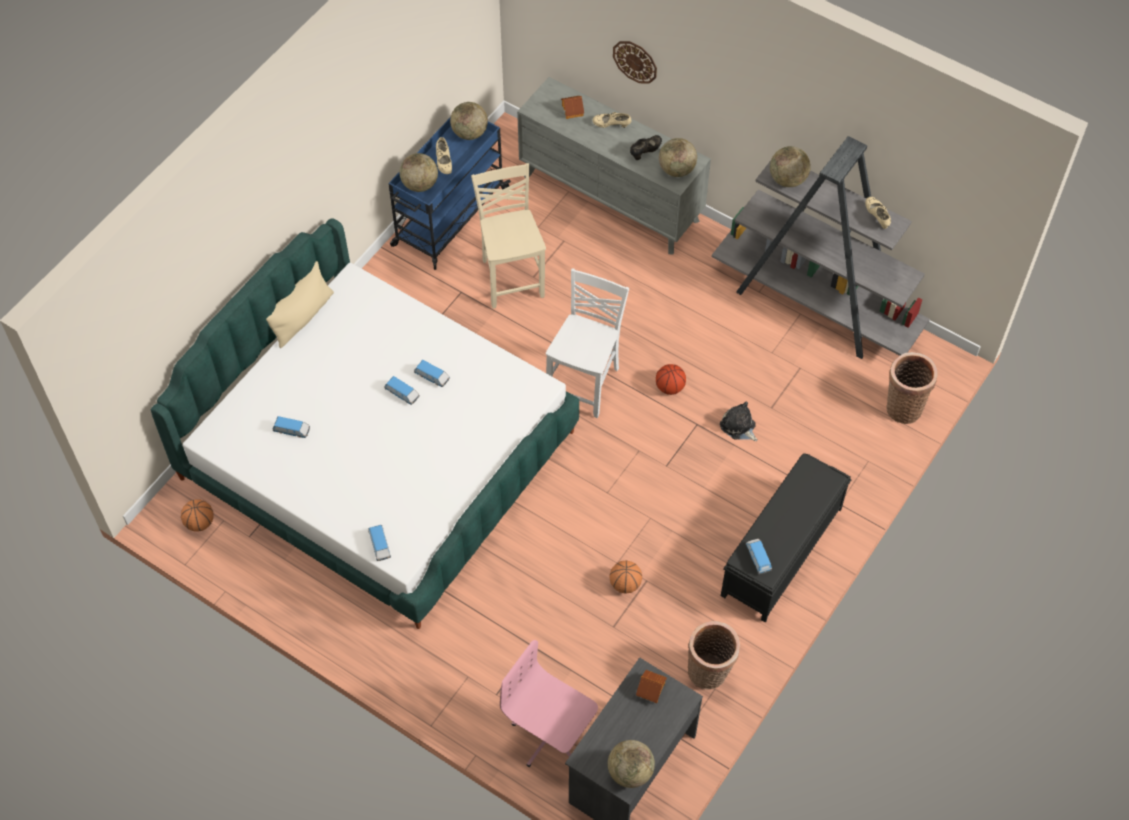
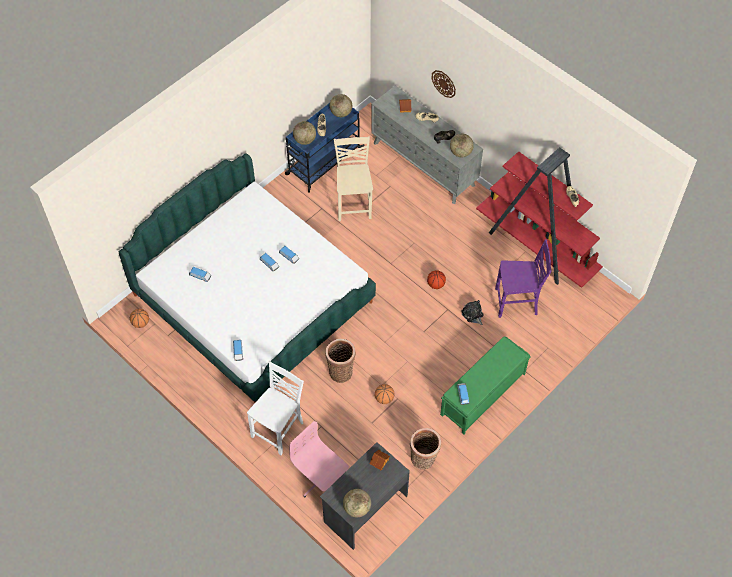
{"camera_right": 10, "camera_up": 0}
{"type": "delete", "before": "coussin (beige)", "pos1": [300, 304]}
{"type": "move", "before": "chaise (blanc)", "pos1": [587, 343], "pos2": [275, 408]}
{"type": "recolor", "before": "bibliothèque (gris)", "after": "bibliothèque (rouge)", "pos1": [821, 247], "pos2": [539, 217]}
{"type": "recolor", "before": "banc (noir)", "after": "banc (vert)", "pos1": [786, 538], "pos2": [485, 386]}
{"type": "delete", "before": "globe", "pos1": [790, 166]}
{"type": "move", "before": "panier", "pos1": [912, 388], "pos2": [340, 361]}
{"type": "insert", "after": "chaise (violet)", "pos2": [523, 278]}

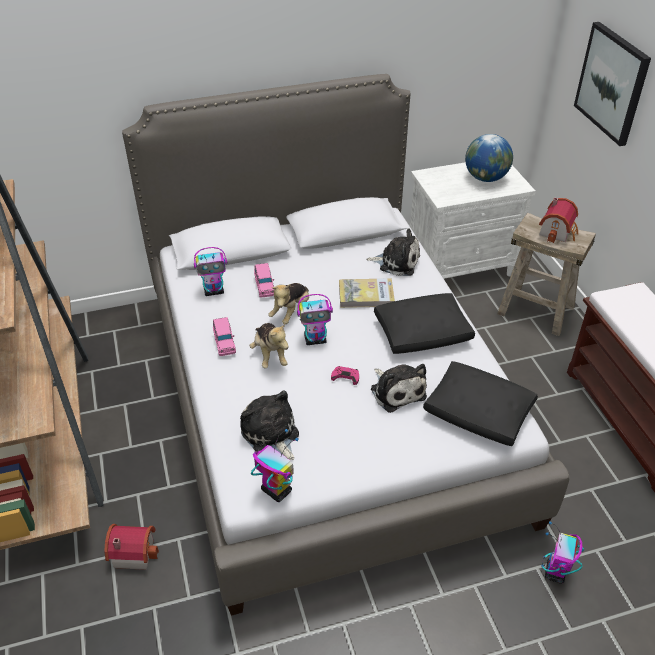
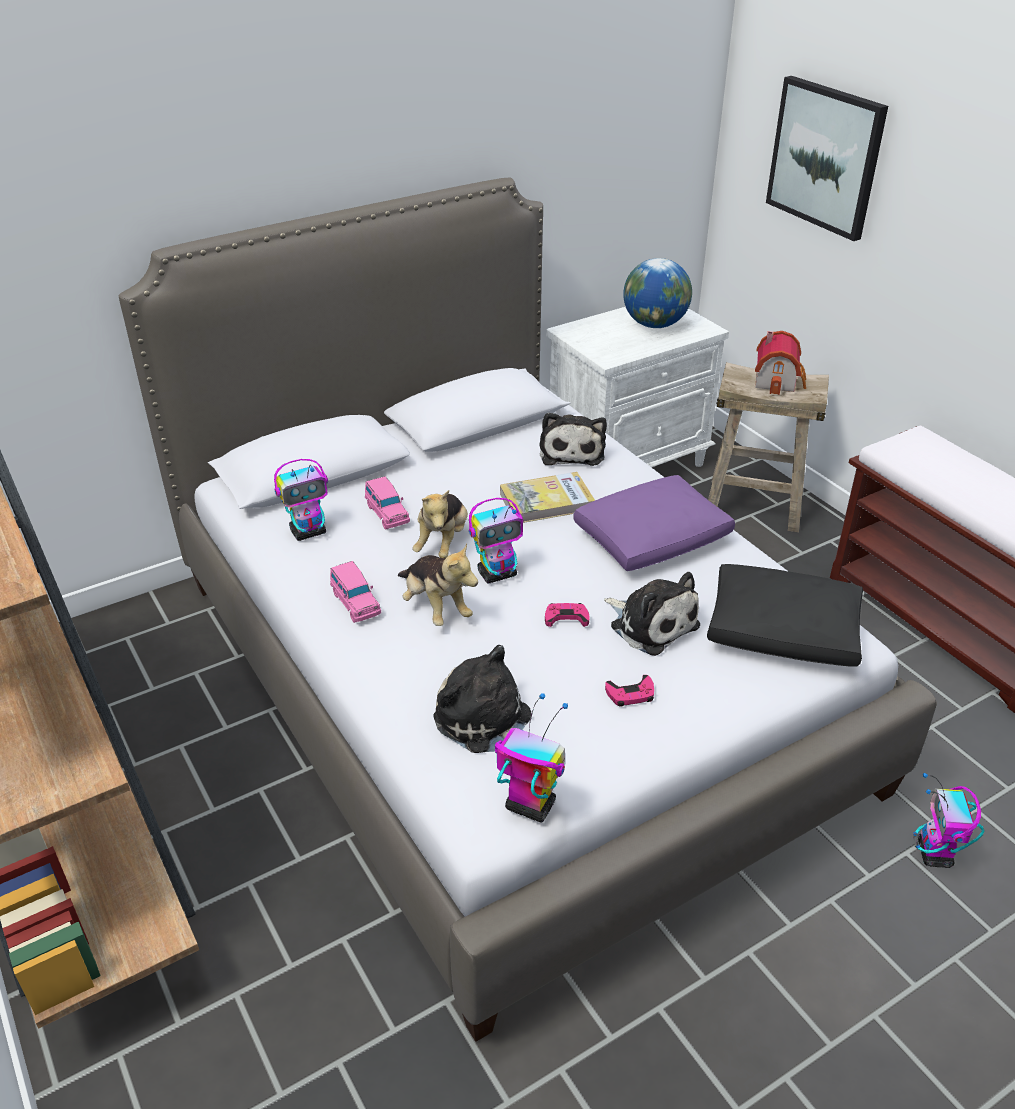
{"camera_right": -15, "camera_up": -5}
{"type": "delete", "before": "maison miniature", "pos1": [131, 547]}
{"type": "rotate", "before": "peluche", "pos1": [393, 252], "pos2": [573, 439], "turn": 90}
{"type": "recolor", "before": "coussin (noir)", "after": "coussin (violet)", "pos1": [424, 323], "pos2": [654, 523]}
{"type": "insert", "after": "manette (rose)", "pos2": [629, 691]}

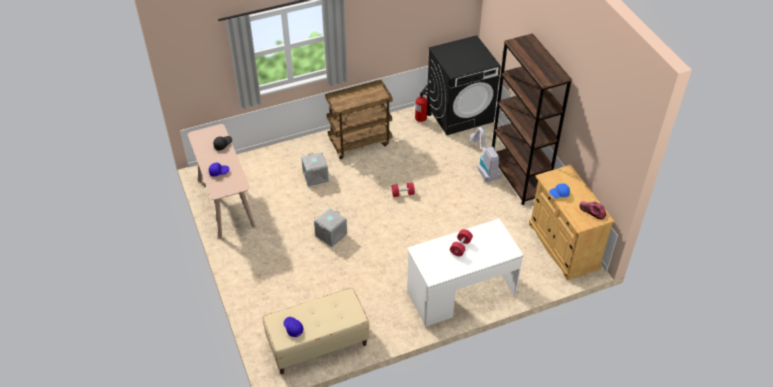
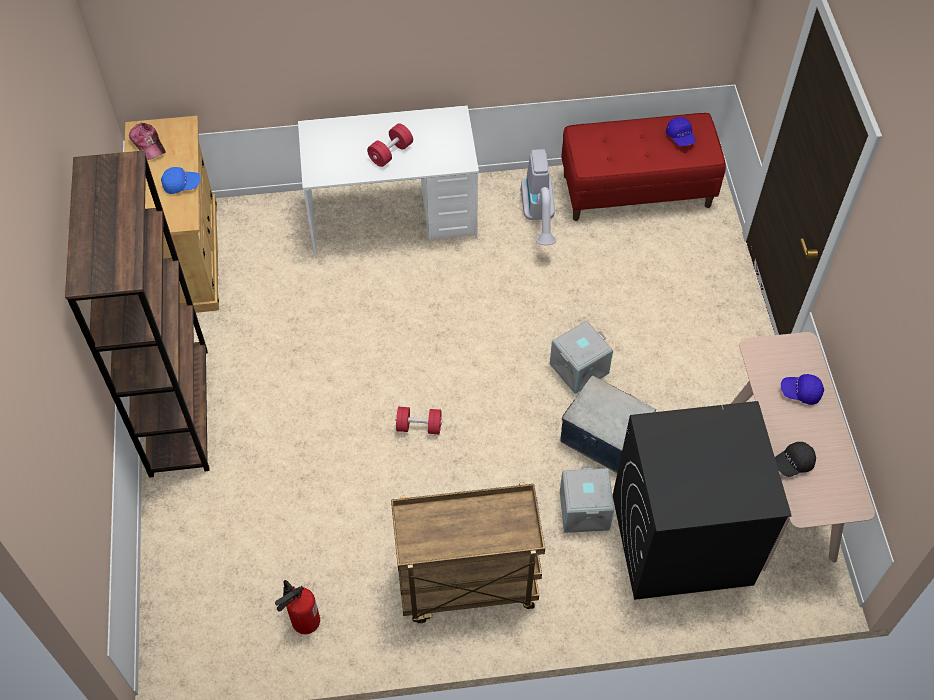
{"camera_right": -165, "camera_up": 10}
{"type": "recolor", "before": "banc (beige)", "after": "banc (rouge)", "pos1": [316, 331], "pos2": [643, 167]}
{"type": "move", "before": "lave-linge (noir)", "pos1": [464, 85], "pos2": [702, 500]}
{"type": "move", "before": "aspirateur", "pos1": [485, 154], "pos2": [539, 197]}
{"type": "insert", "after": "boîte de rangement", "pos2": [608, 424]}

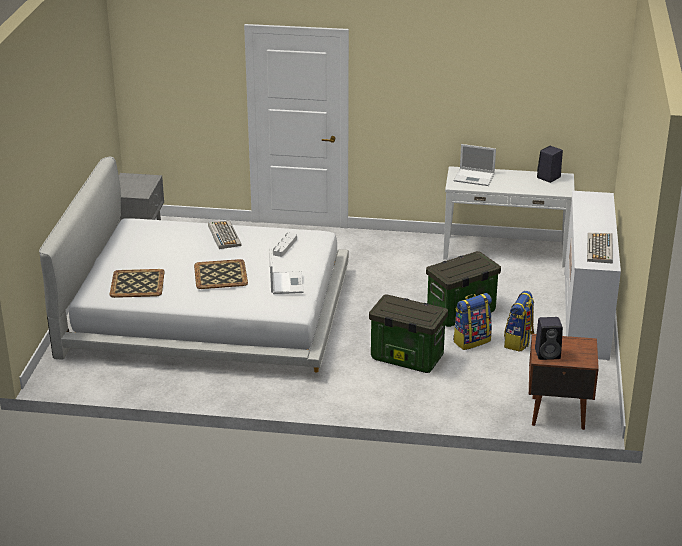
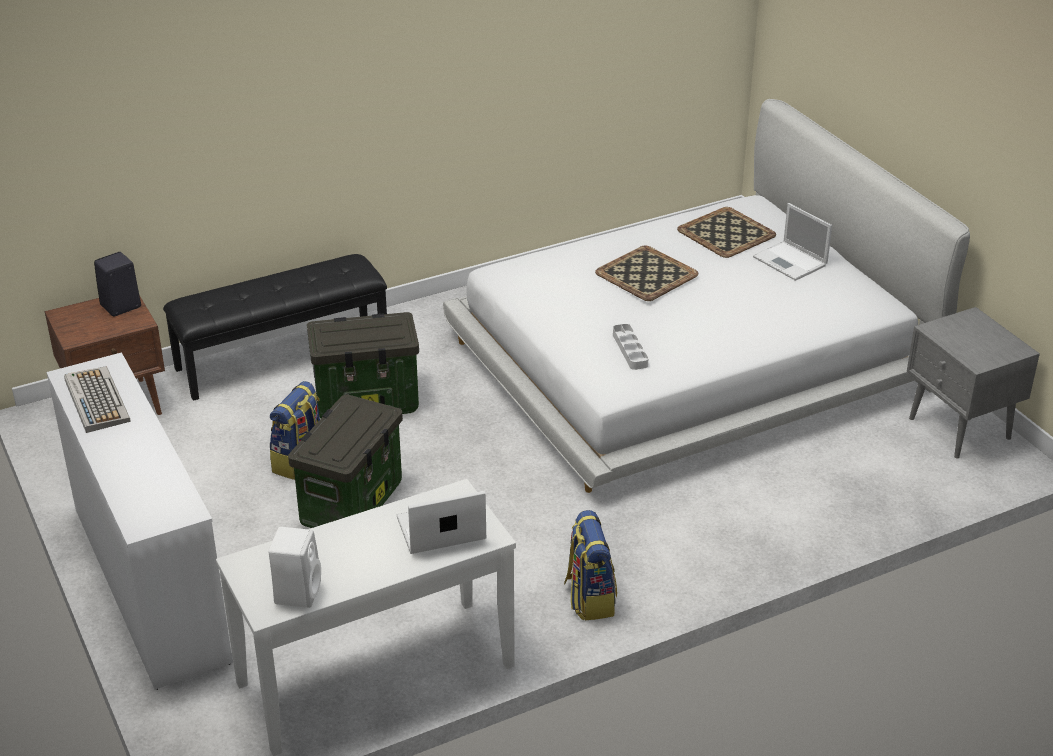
{"camera_right": 145, "camera_up": 5}
{"type": "delete", "before": "clavier", "pos1": [224, 235]}
{"type": "move", "before": "ordinateur portable", "pos1": [286, 270], "pos2": [792, 242]}
{"type": "move", "before": "sac à dos", "pos1": [519, 321], "pos2": [590, 565]}
{"type": "recolor", "before": "enceinte (noir)", "after": "enceinte (blanc)", "pos1": [550, 164], "pos2": [295, 567]}
{"type": "insert", "after": "banc (noir)", "pos2": [275, 327]}

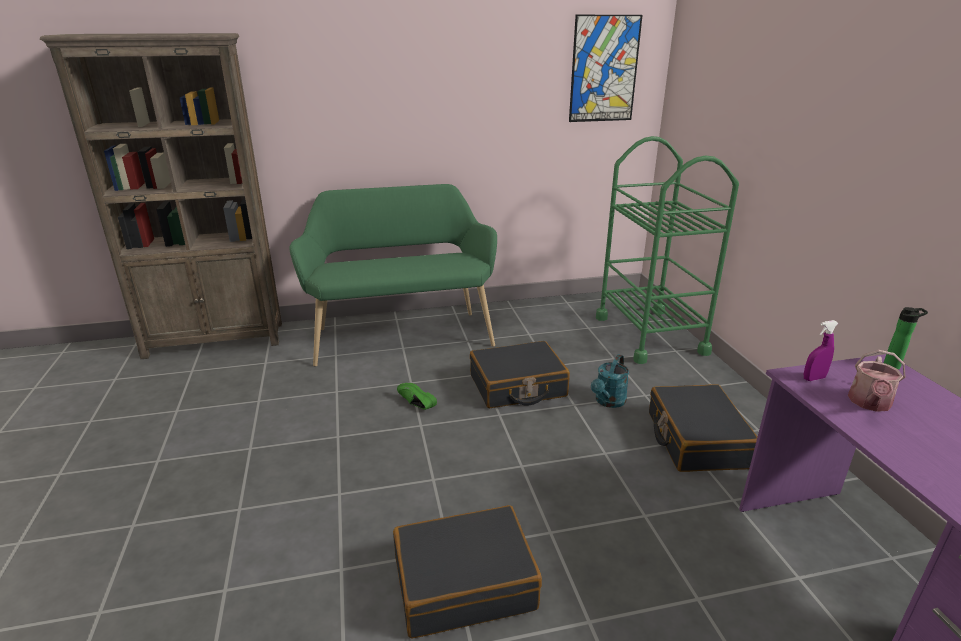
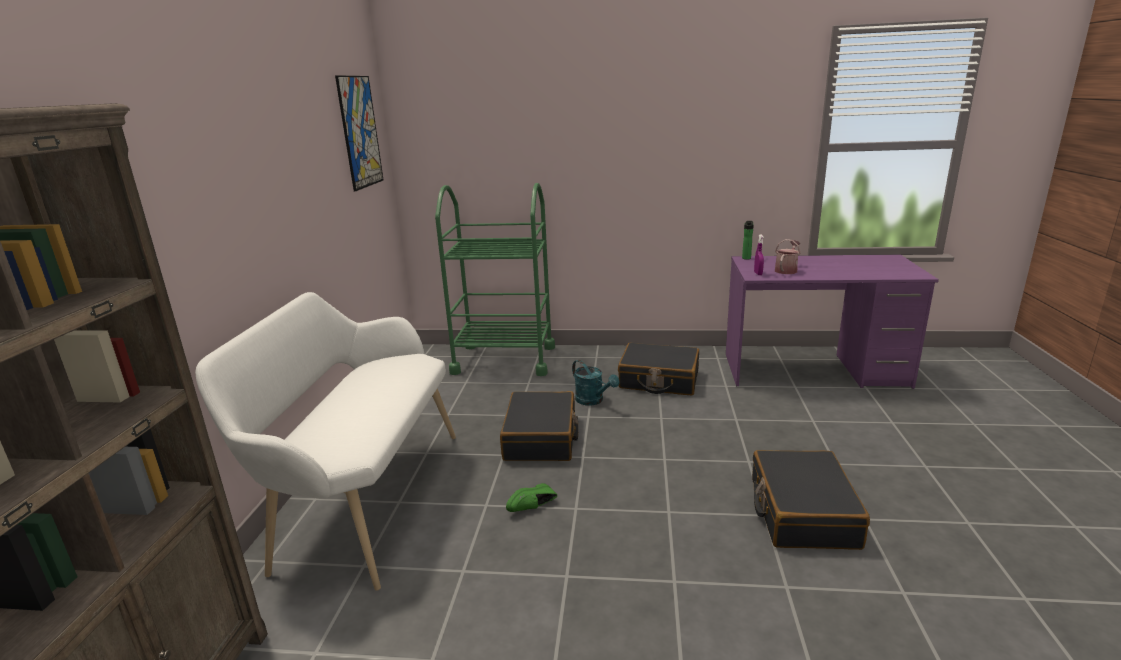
{"camera_right": -70, "camera_up": -5}
{"type": "recolor", "before": "banc (vert)", "after": "banc (blanc)", "pos1": [393, 275], "pos2": [325, 441]}
{"type": "rotate", "before": "arrosoir", "pos1": [877, 381], "pos2": [787, 256], "turn": -105}

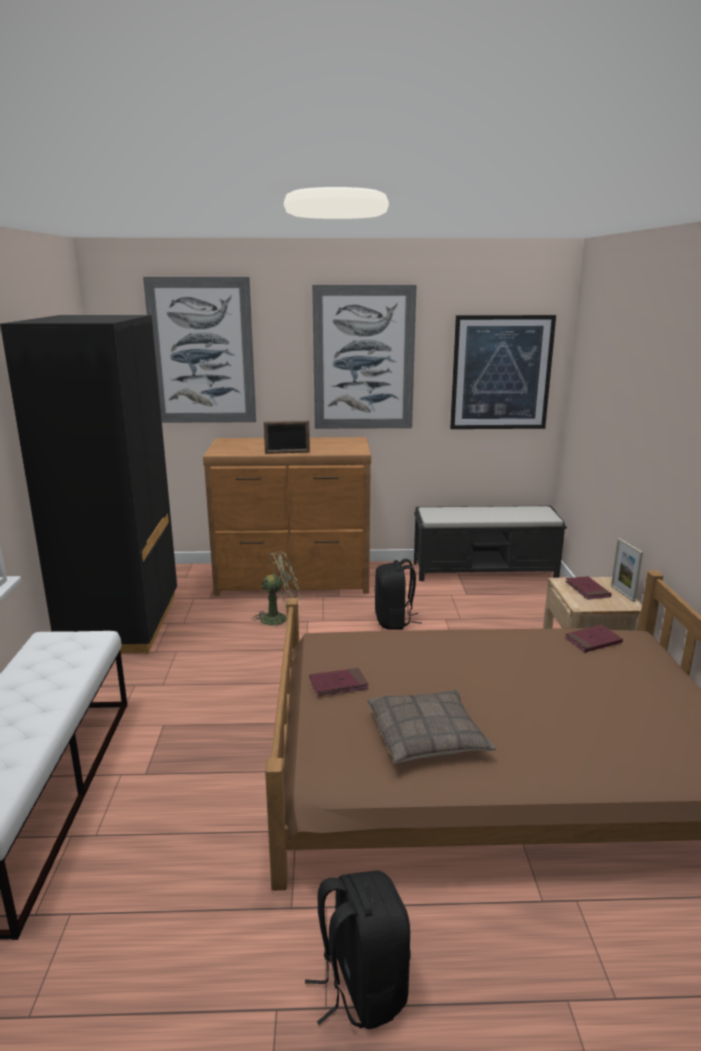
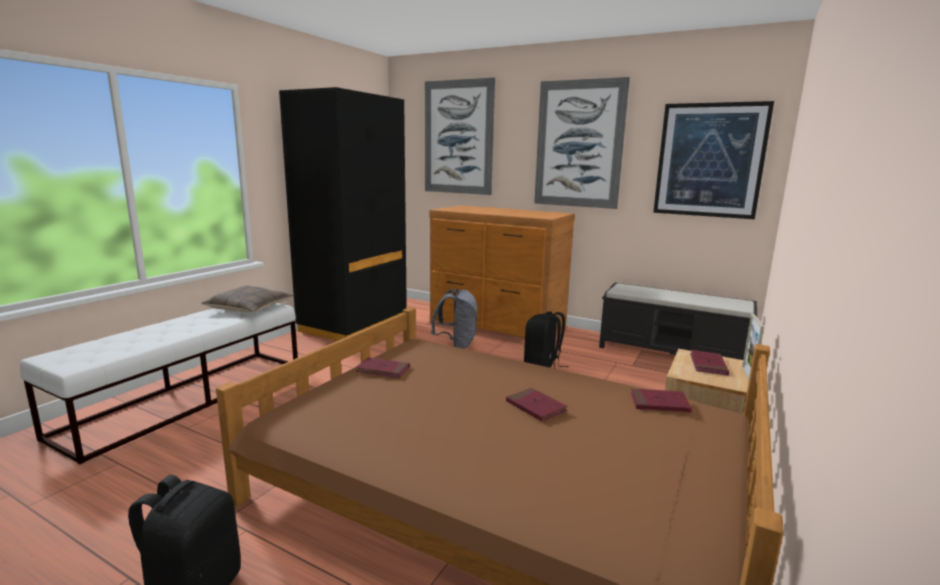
{"camera_right": 30, "camera_up": -5}
{"type": "replace", "before": "ventilateur (vert)", "after": "sac à dos (gris)", "pos1": [276, 589], "pos2": [454, 319]}
{"type": "delete", "before": "cadre photo", "pos1": [287, 437]}
{"type": "move", "before": "coussin", "pos1": [431, 726], "pos2": [248, 299]}
{"type": "insert", "after": "livre (rouge)", "pos2": [537, 404]}

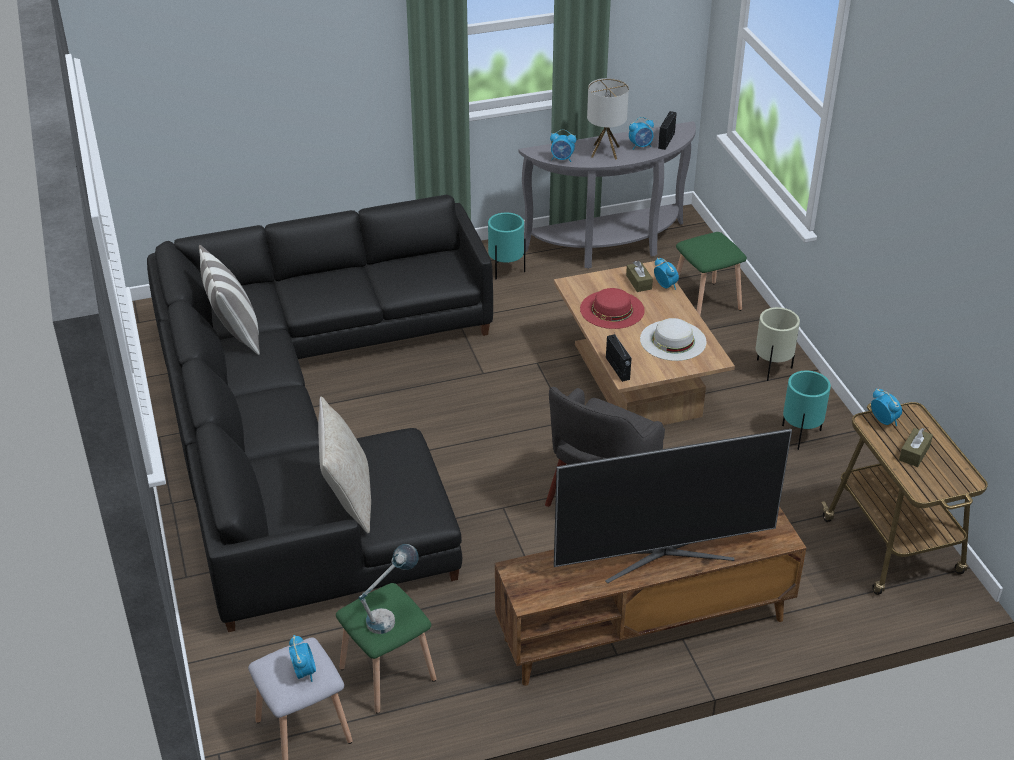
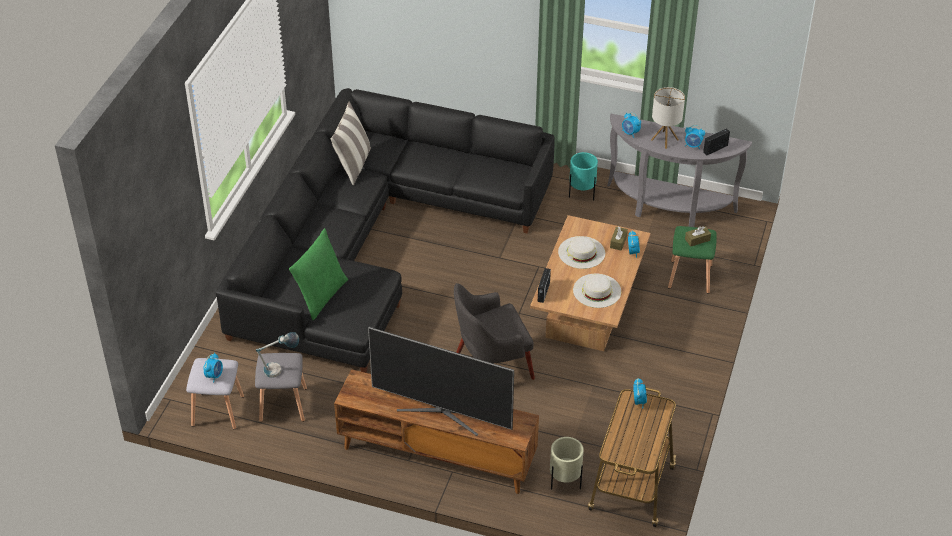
{"camera_right": 35, "camera_up": 5}
{"type": "recolor", "before": "coussin (beige)", "after": "coussin (vert)", "pos1": [344, 465], "pos2": [318, 274]}
{"type": "recolor", "before": "tabouret (vert)", "after": "tabouret (gris)", "pos1": [386, 648], "pos2": [281, 387]}
{"type": "recolor", "before": "chapeau (rouge)", "after": "chapeau (blanc)", "pos1": [612, 308], "pos2": [581, 252]}
{"type": "move", "before": "cache-pot (beige)", "pos1": [778, 344], "pos2": [567, 463]}
{"type": "delete", "before": "cache-pot (turquoise)", "pos1": [806, 410]}
{"type": "move", "before": "boîte à mouchoirs (marron)", "pos1": [916, 447], "pos2": [698, 236]}

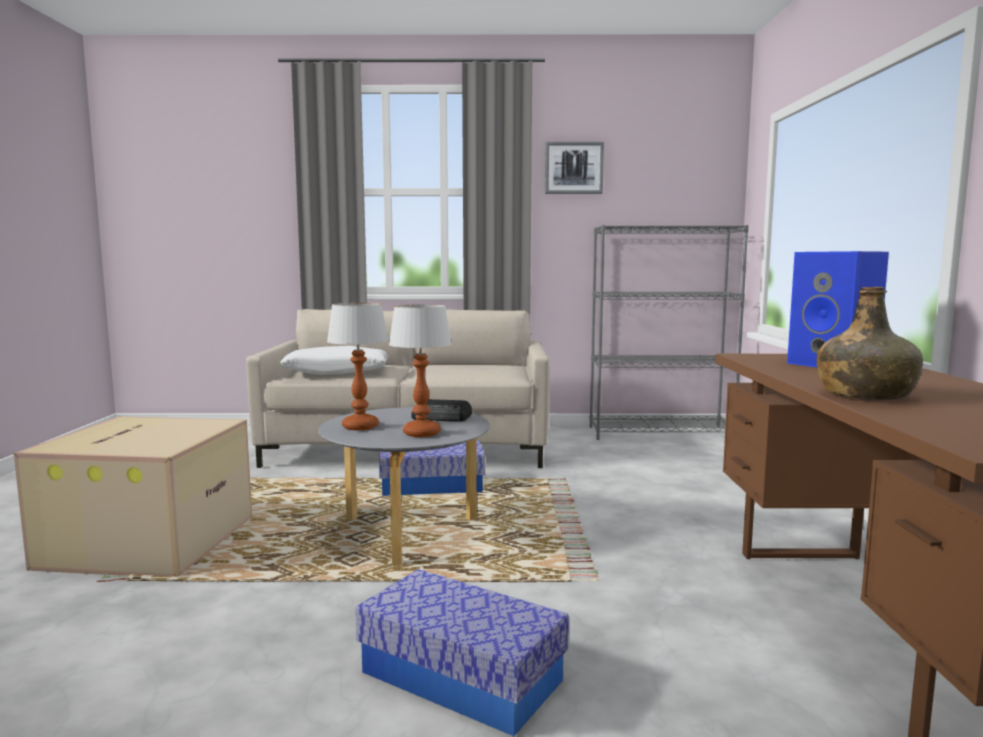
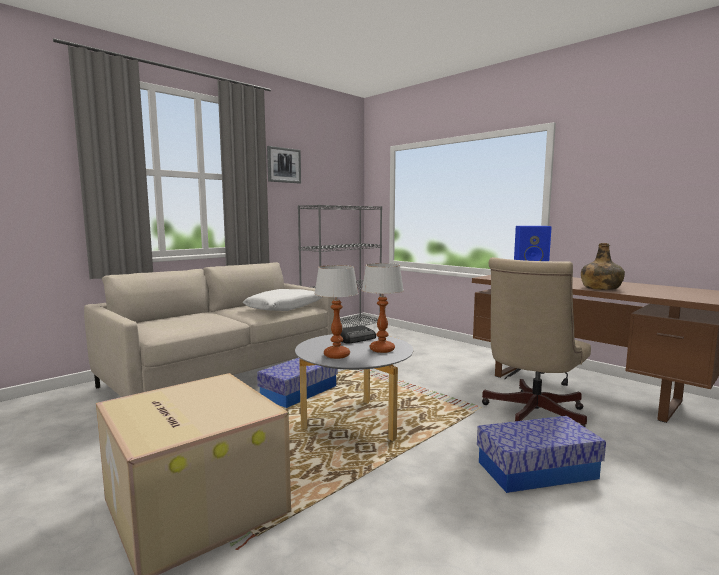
{"camera_right": -45, "camera_up": 0}
{"type": "move", "before": "coussin (blanc)", "pos1": [334, 360], "pos2": [282, 300]}
{"type": "insert", "after": "chaise de bureau (beige)", "pos2": [536, 342]}

